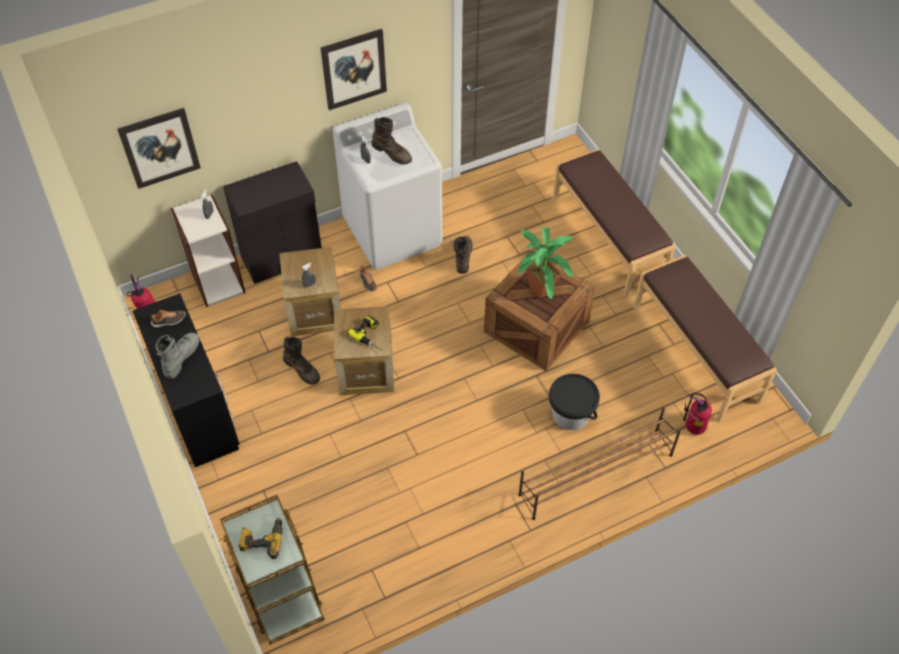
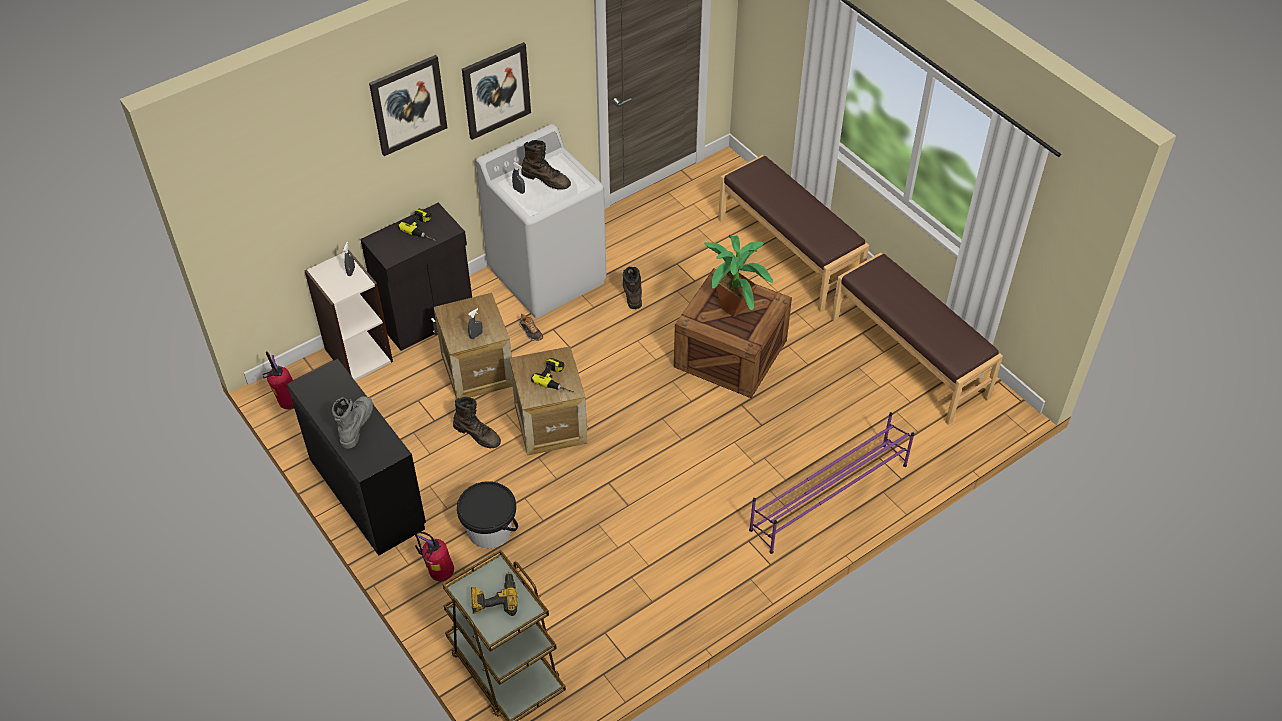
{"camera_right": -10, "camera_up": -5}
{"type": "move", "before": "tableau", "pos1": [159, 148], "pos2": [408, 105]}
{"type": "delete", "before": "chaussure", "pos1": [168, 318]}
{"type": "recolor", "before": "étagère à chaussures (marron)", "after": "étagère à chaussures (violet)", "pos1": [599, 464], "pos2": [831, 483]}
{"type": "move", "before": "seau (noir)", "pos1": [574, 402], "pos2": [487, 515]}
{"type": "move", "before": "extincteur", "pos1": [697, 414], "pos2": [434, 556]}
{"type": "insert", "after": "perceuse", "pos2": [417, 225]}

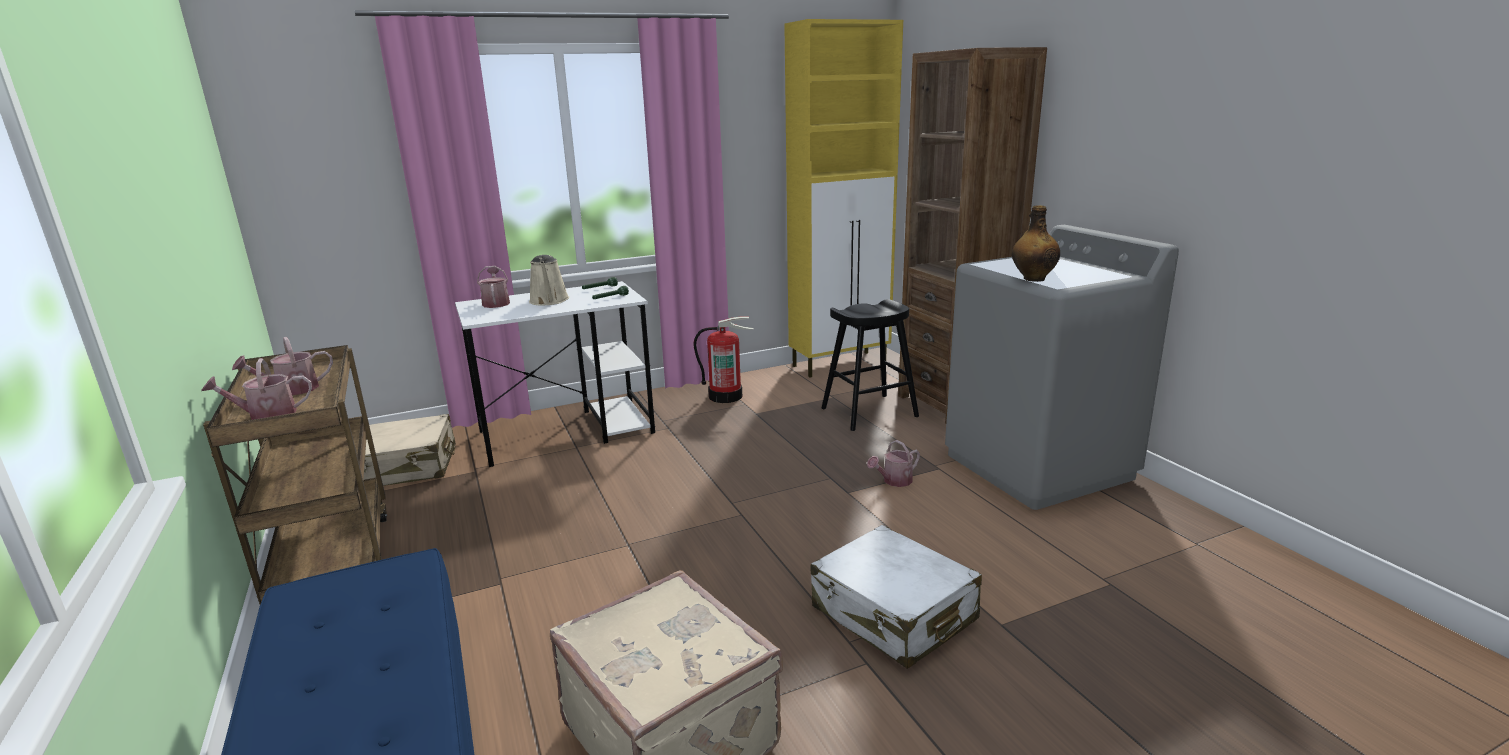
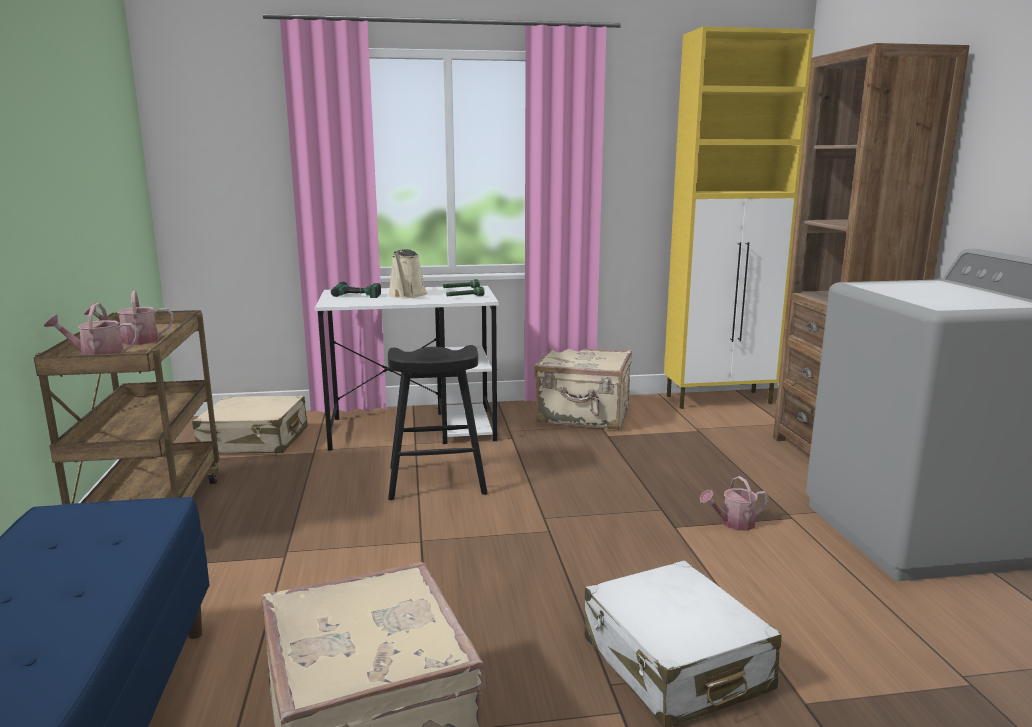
{"camera_right": 15, "camera_up": -5}
{"type": "replace", "before": "arrosoir", "after": "perceuse", "pos1": [493, 287], "pos2": [356, 290]}
{"type": "replace", "before": "extincteur", "after": "valise (beige)", "pos1": [723, 359], "pos2": [583, 389]}
{"type": "move", "before": "tabouret (noir)", "pos1": [870, 365], "pos2": [437, 422]}
{"type": "delete", "before": "bouteille", "pos1": [1036, 243]}

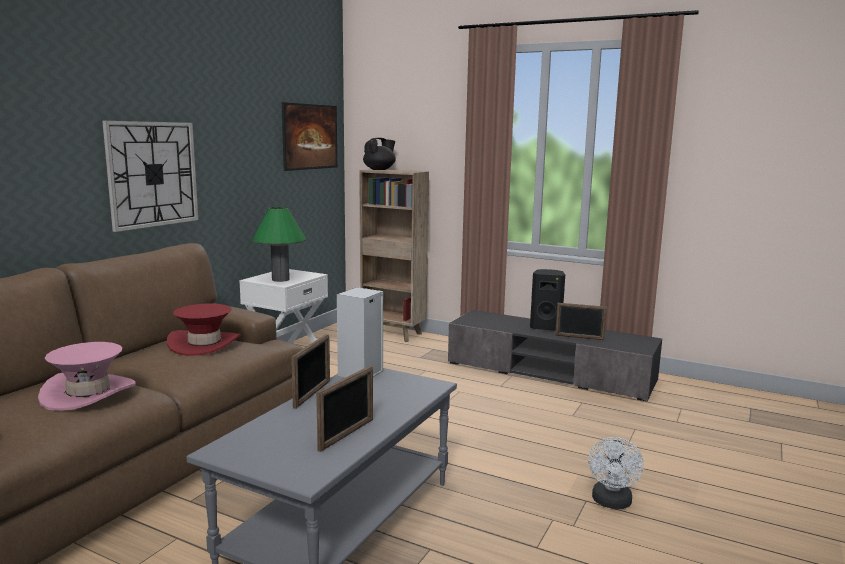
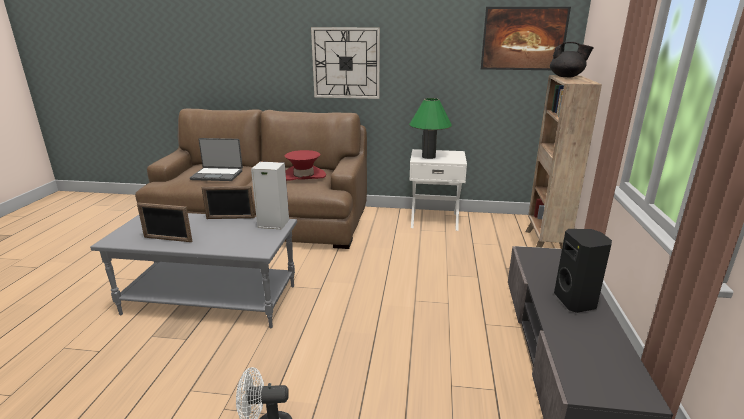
{"camera_right": 70, "camera_up": 10}
{"type": "replace", "before": "chapeau (rose)", "after": "ordinateur portable", "pos1": [87, 376], "pos2": [216, 159]}
{"type": "delete", "before": "cadre photo", "pos1": [581, 321]}

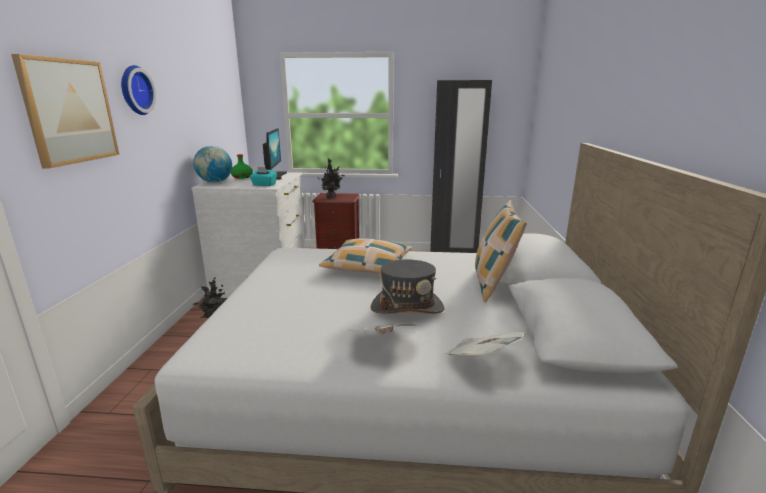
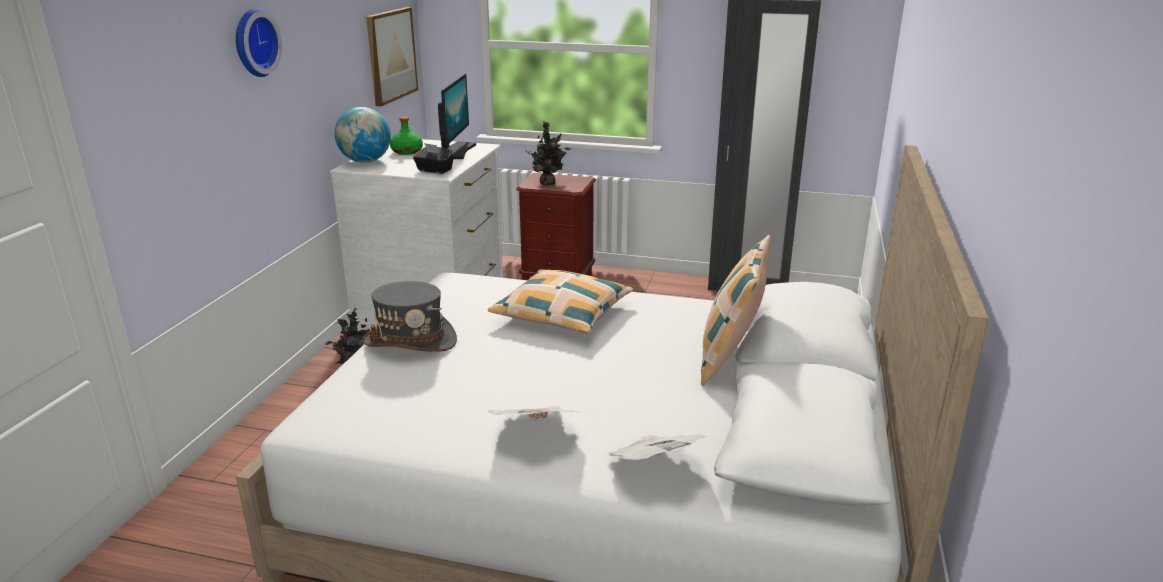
{"camera_right": 10, "camera_up": 5}
{"type": "move", "before": "tableau", "pos1": [65, 111], "pos2": [392, 56]}
{"type": "recolor", "before": "boîte à mouchoirs (turquoise)", "after": "boîte à mouchoirs (noir)", "pos1": [263, 176], "pos2": [433, 158]}
{"type": "move", "before": "chapeau (gris)", "pos1": [407, 287], "pos2": [410, 316]}

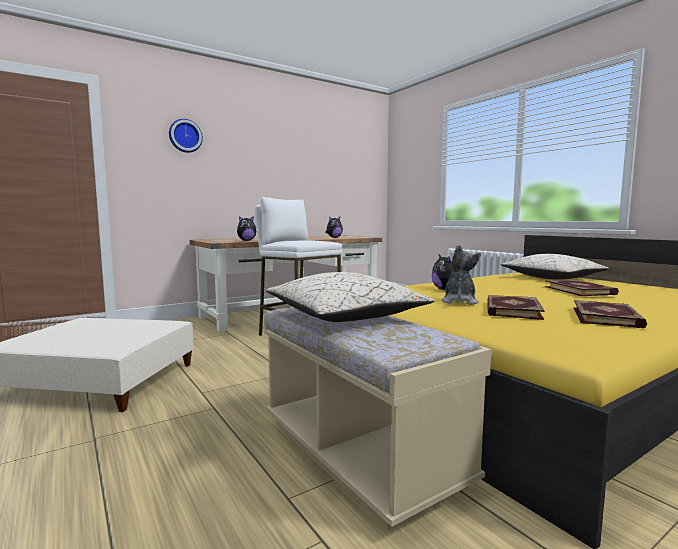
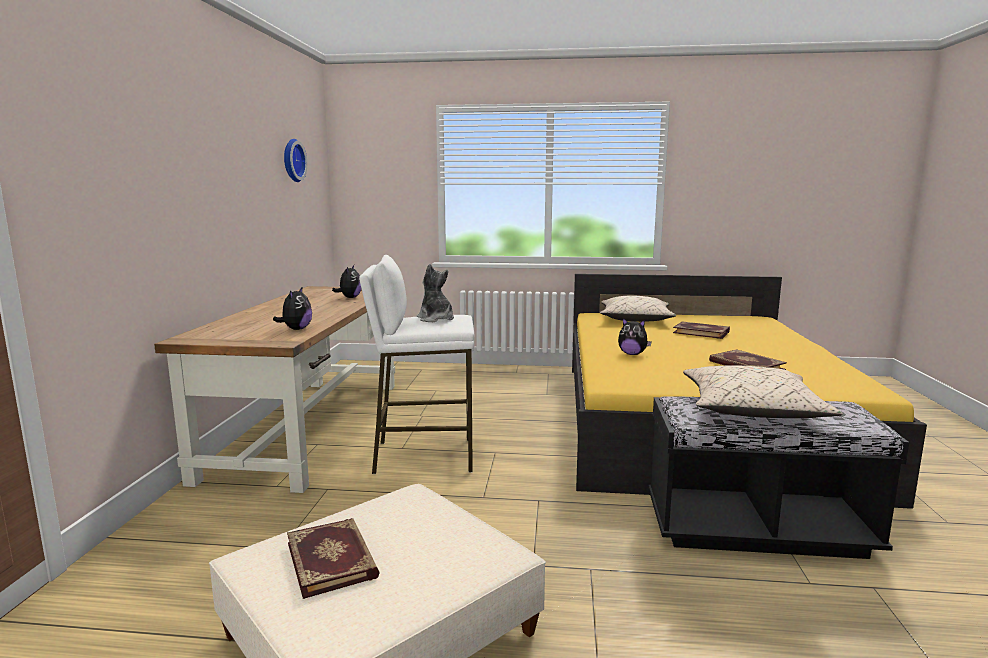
{"camera_right": -50, "camera_up": 5}
{"type": "move", "before": "horloge murale", "pos1": [186, 136], "pos2": [295, 160]}
{"type": "recolor", "before": "banc (beige)", "after": "banc (noir)", "pos1": [377, 418], "pos2": [778, 477]}
{"type": "move", "before": "peluche", "pos1": [461, 274], "pos2": [435, 293]}
{"type": "move", "before": "livre", "pos1": [610, 314], "pos2": [333, 558]}

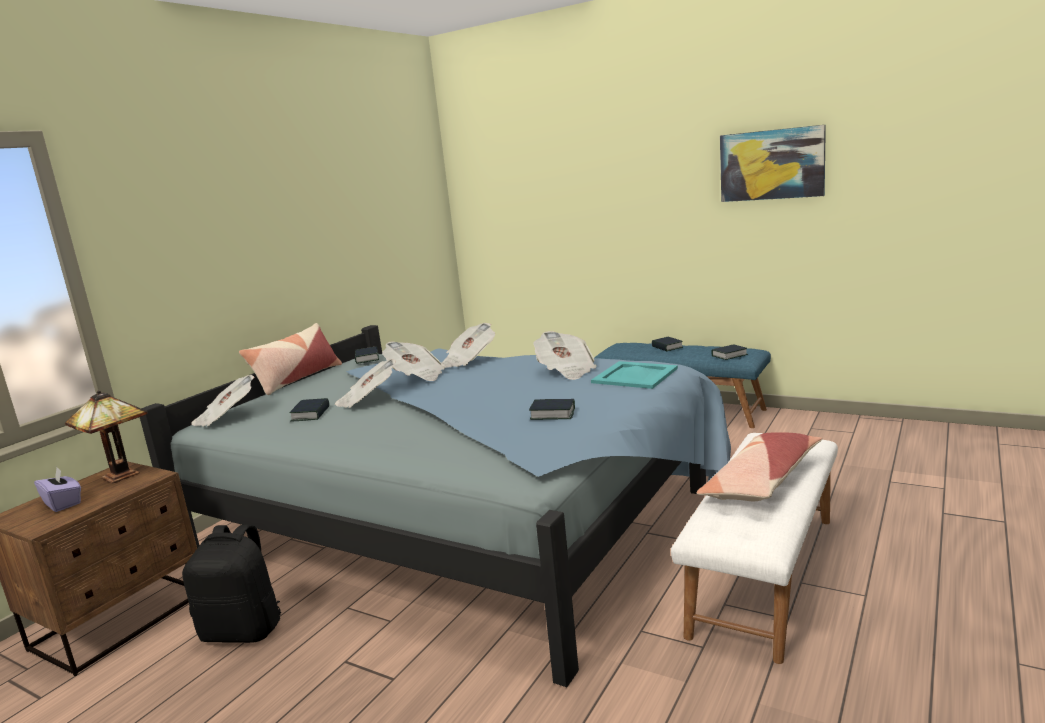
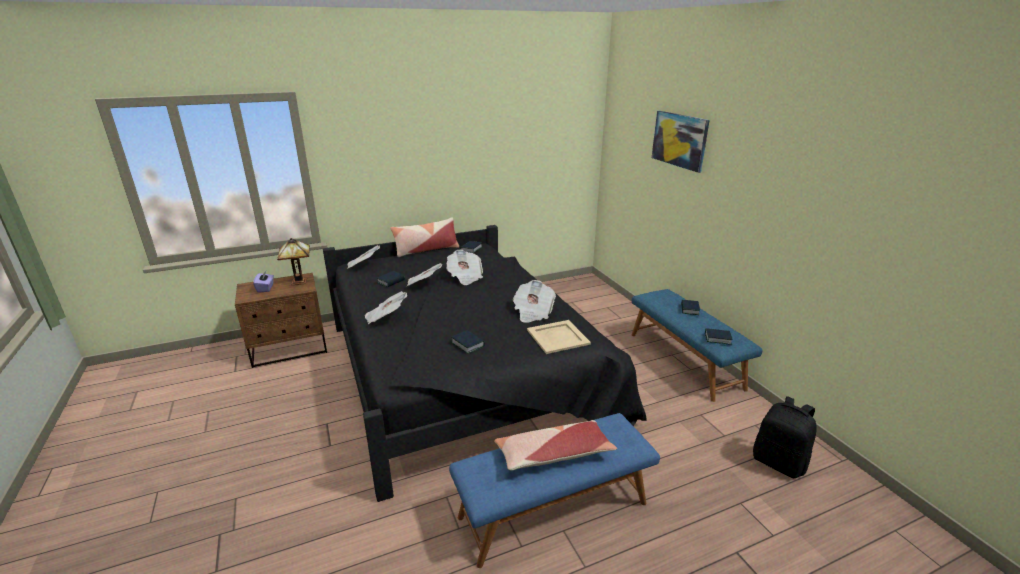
{"camera_right": 35, "camera_up": 10}
{"type": "recolor", "before": "lit (bleu)", "after": "lit (noir)", "pos1": [435, 506], "pos2": [485, 363]}
{"type": "move", "before": "sac à dos (noir)", "pos1": [231, 584], "pos2": [784, 437]}
{"type": "move", "before": "journal", "pos1": [468, 345], "pos2": [386, 307]}
{"type": "recolor", "before": "plateau (turquoise)", "after": "plateau (beige)", "pos1": [634, 375], "pos2": [559, 337]}
{"type": "recolor", "before": "banc (blanc)", "after": "banc (bleu)", "pos1": [754, 548], "pos2": [554, 490]}
{"type": "move", "before": "tableau", "pos1": [773, 163], "pos2": [681, 142]}

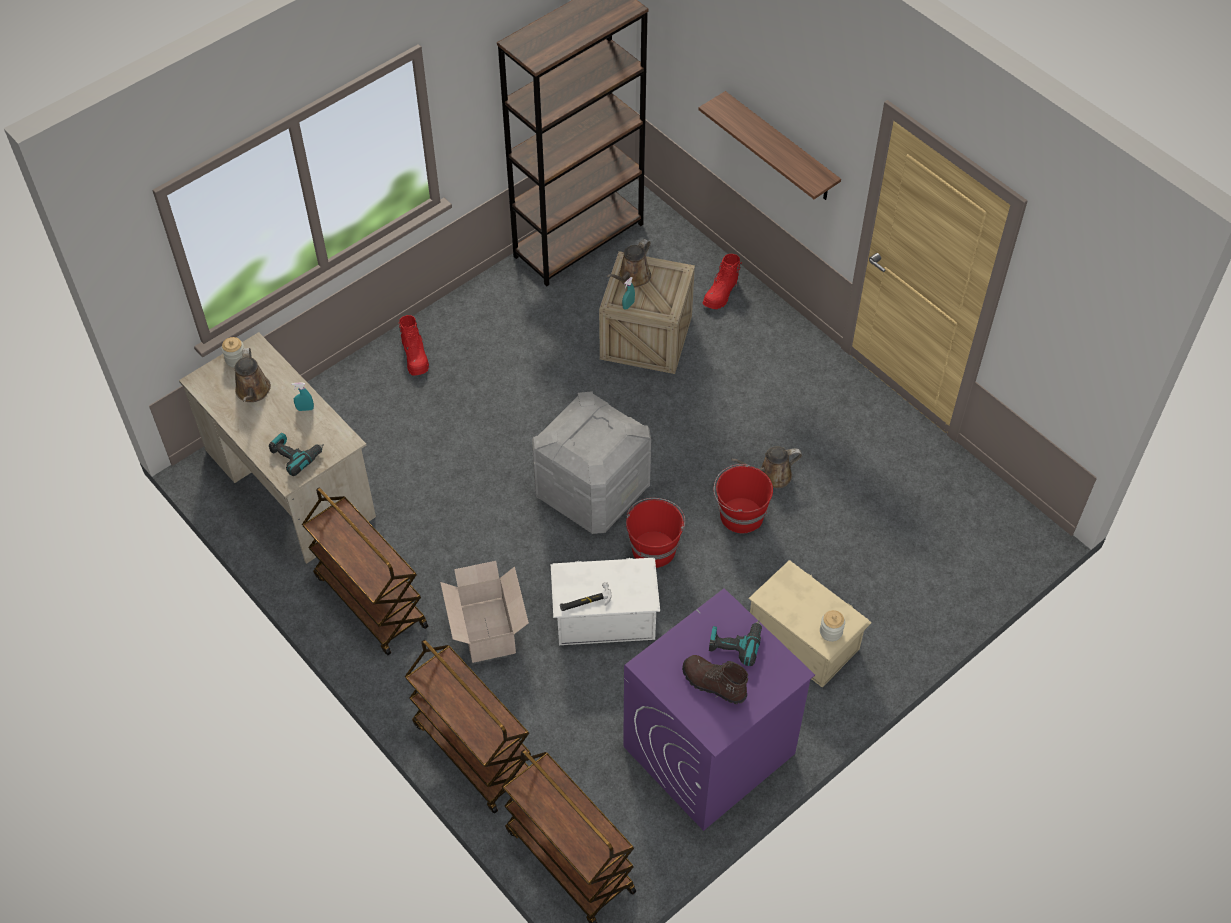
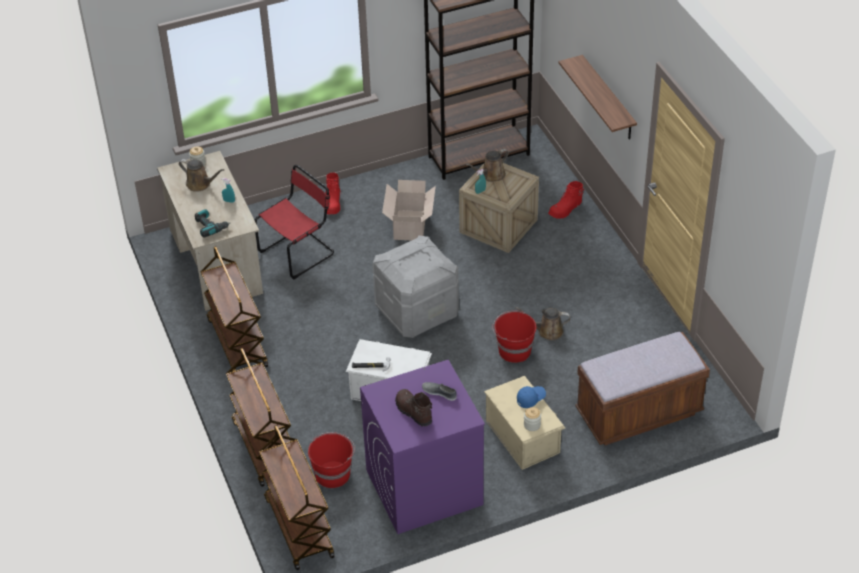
{"camera_right": 20, "camera_up": -10}
{"type": "rotate", "before": "arrosoir (marron)", "pos1": [252, 375], "pos2": [202, 175], "turn": -75}
{"type": "move", "before": "carton", "pos1": [484, 612], "pos2": [409, 210]}
{"type": "move", "before": "seau (rouge)", "pos1": [655, 533], "pos2": [331, 460]}
{"type": "replace", "before": "perceuse", "after": "chaussure (gris)", "pos1": [735, 643], "pos2": [439, 391]}
{"type": "insert", "after": "chaise (rouge)", "pos2": [294, 222]}
{"type": "insert", "after": "casquette (bleu)", "pos2": [531, 397]}
{"type": "insert", "after": "banc (marron)", "pos2": [642, 388]}

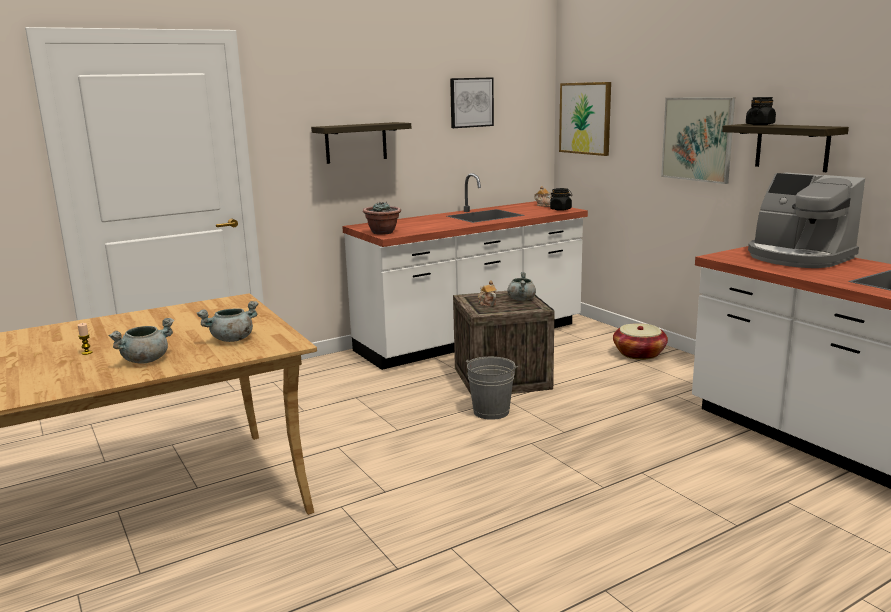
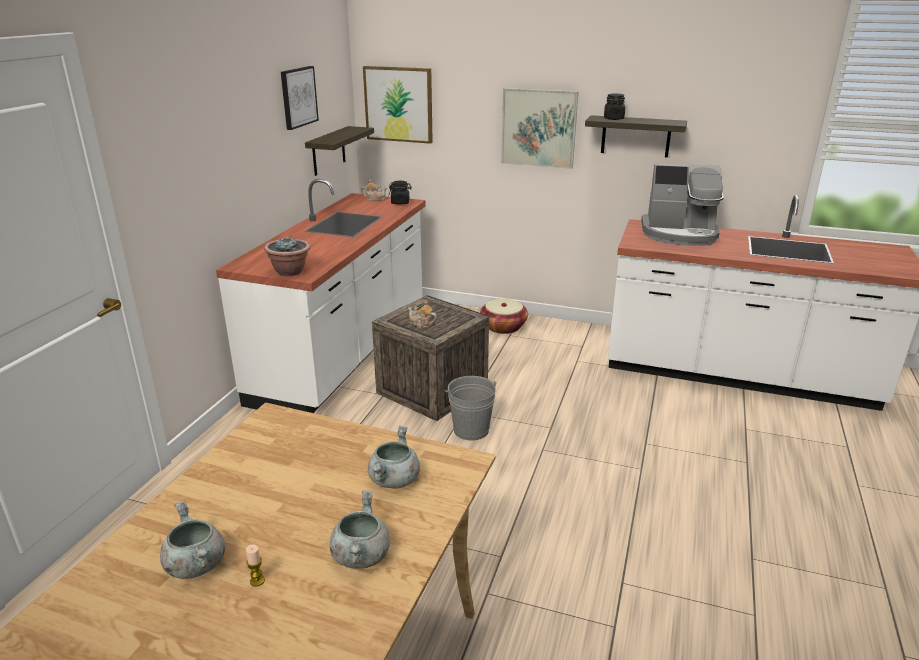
{"camera_right": -40, "camera_up": 10}
{"type": "move", "before": "étagère", "pos1": [361, 143], "pos2": [339, 151]}
{"type": "move", "before": "marmite (gris)", "pos1": [521, 286], "pos2": [192, 540]}

